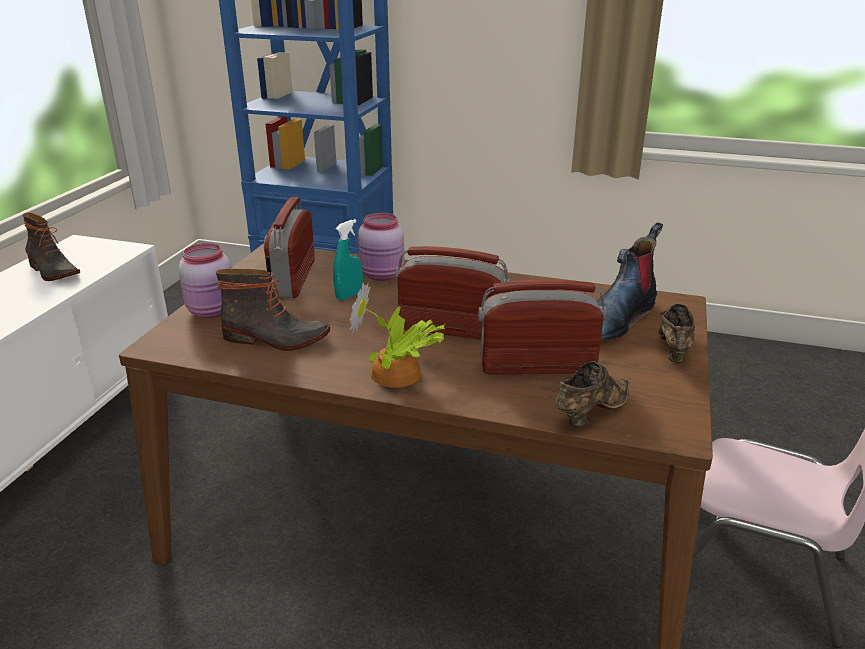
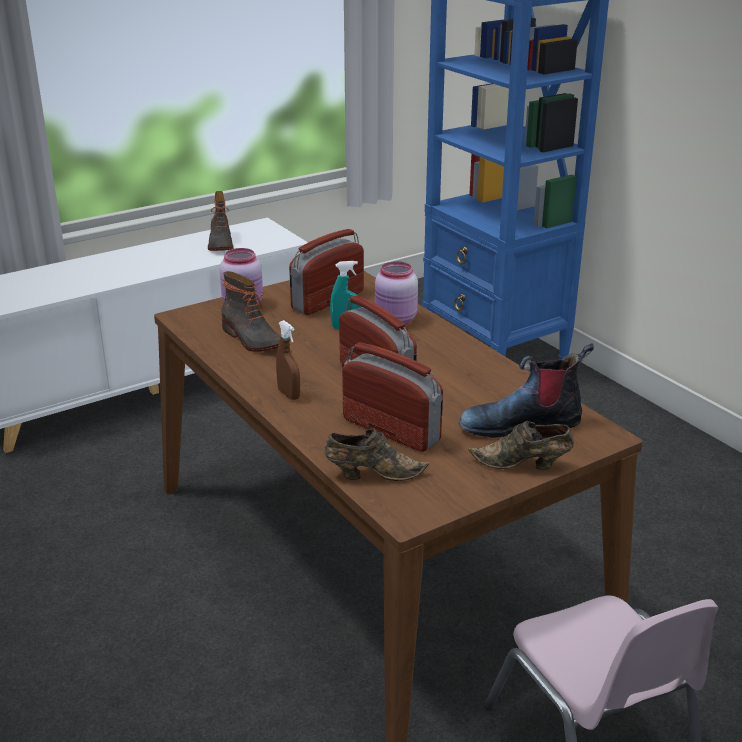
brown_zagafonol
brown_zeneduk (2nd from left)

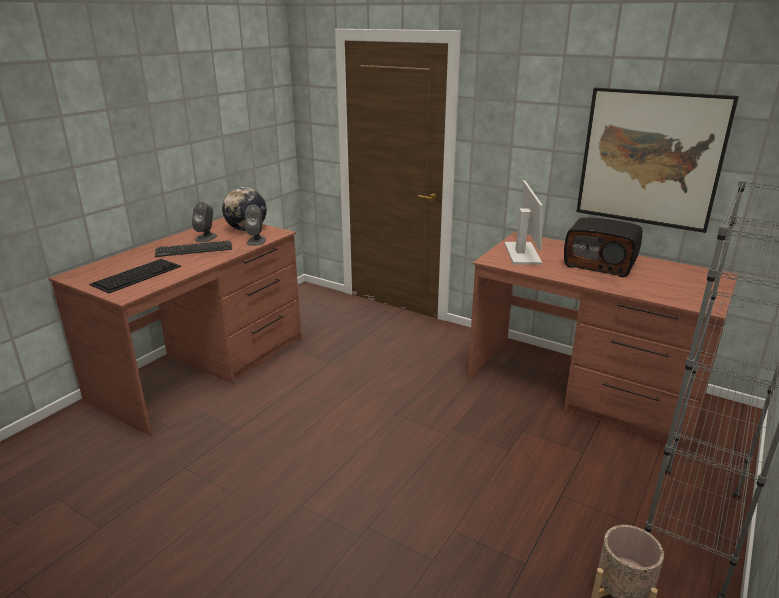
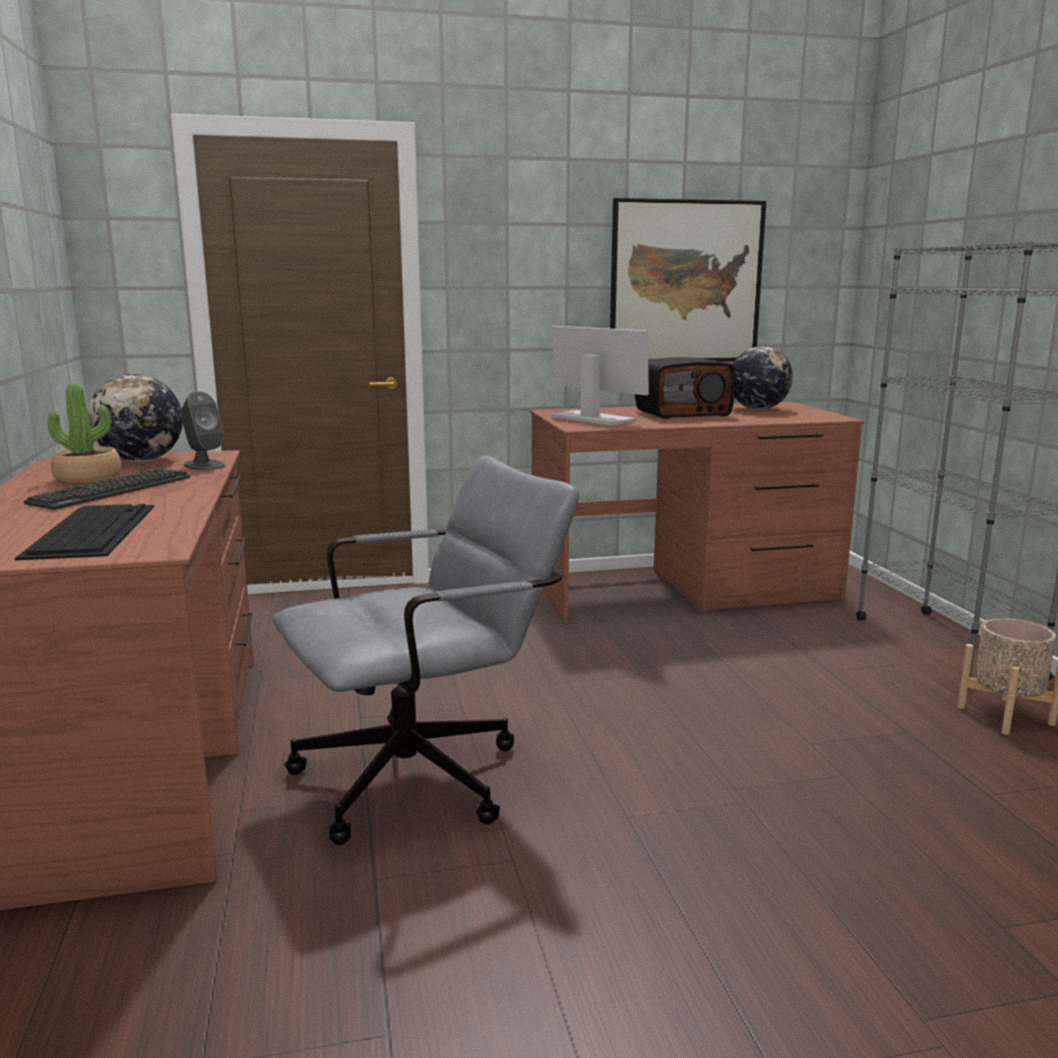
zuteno
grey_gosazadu
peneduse (2nd from left)

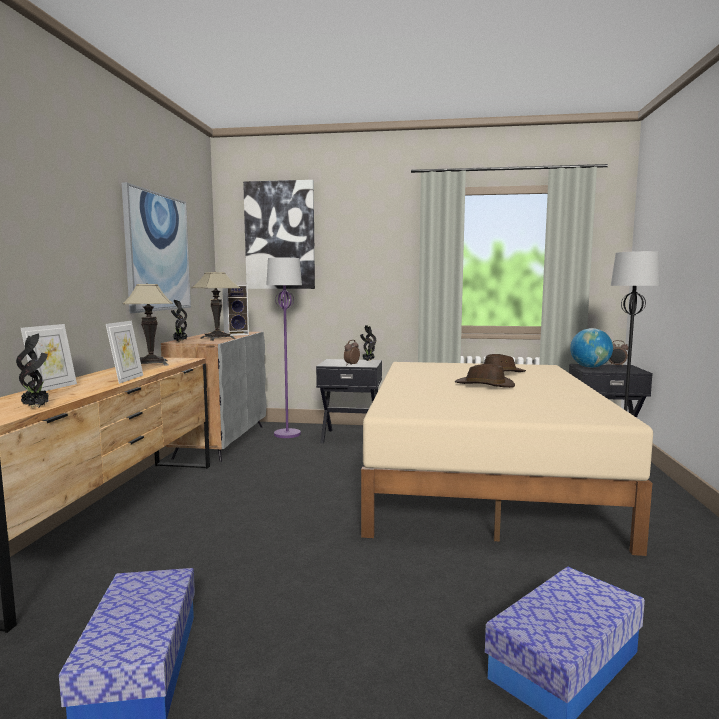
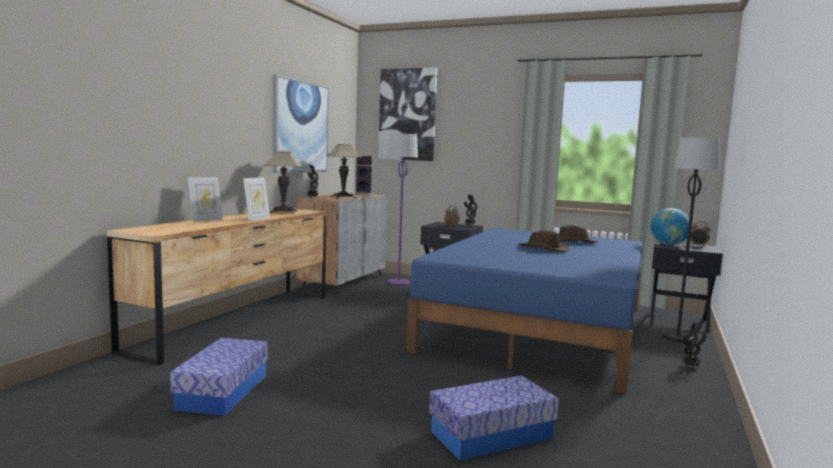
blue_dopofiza
zuteno (3rd from left)

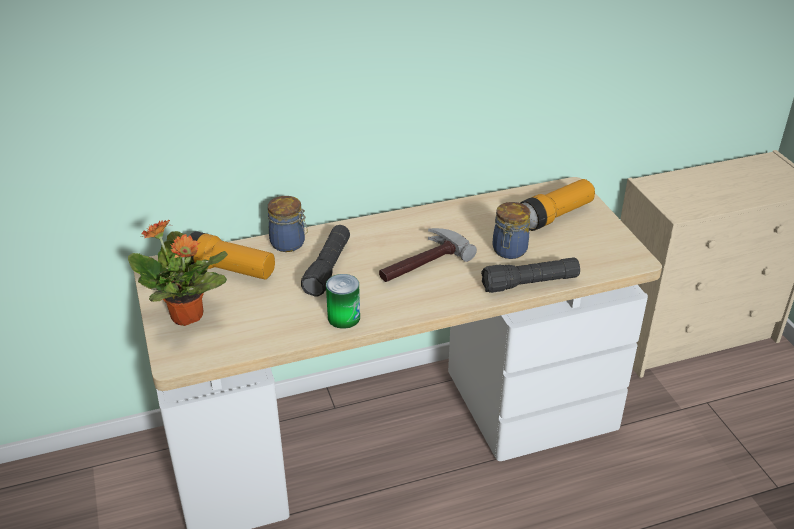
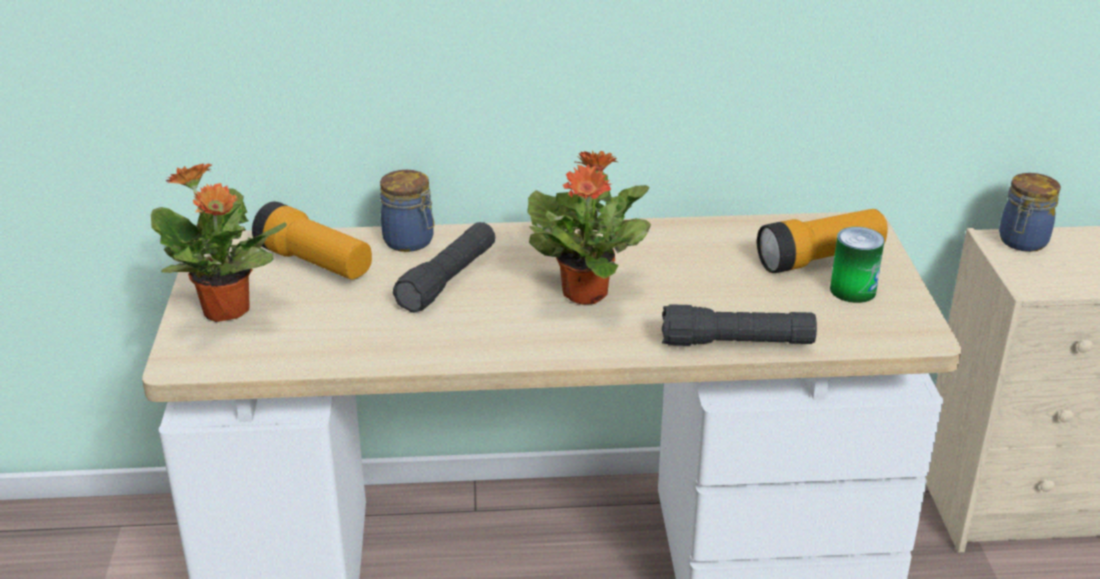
zuteno (2nd from left)
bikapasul
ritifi (2nd from left)

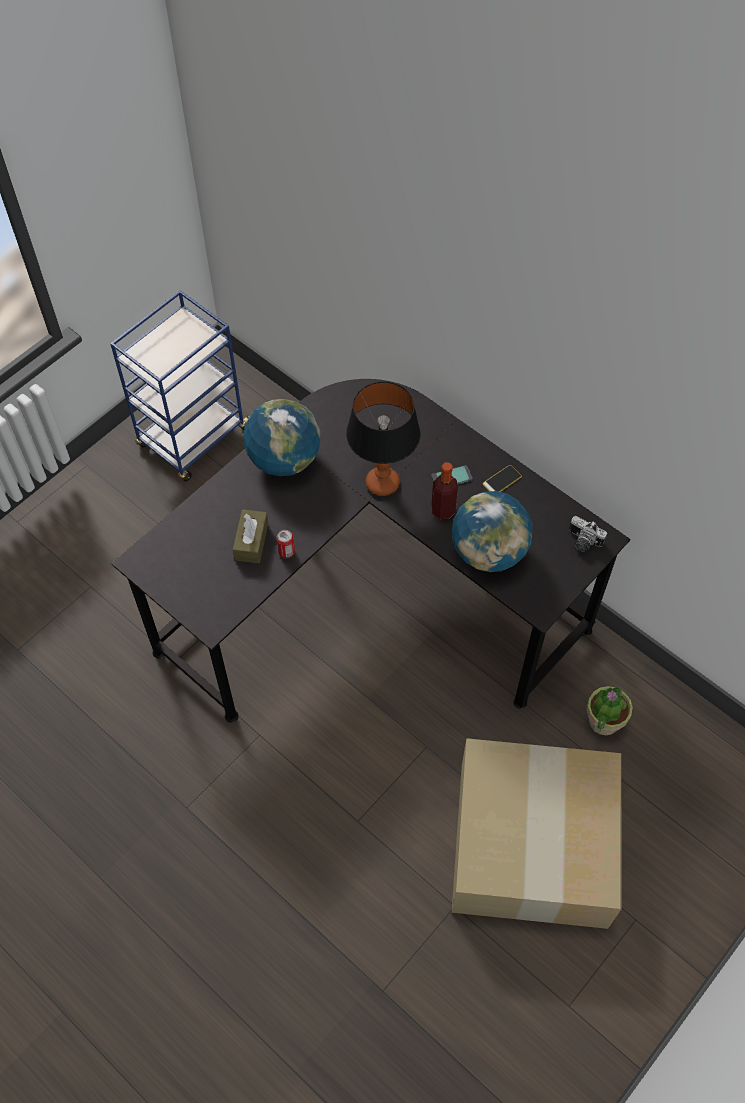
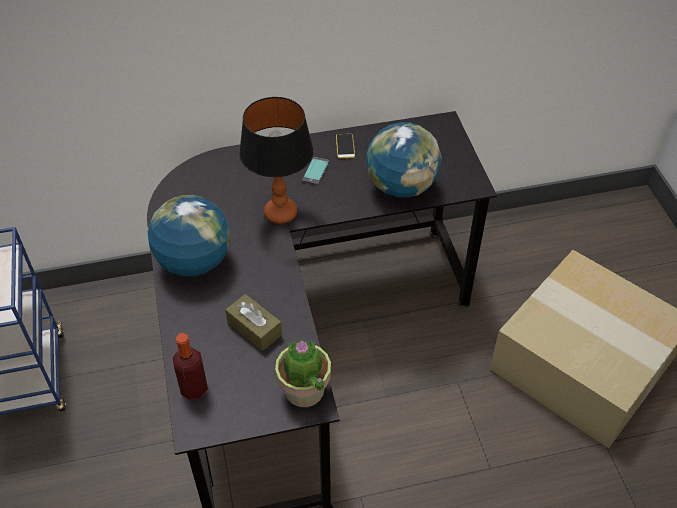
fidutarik
zuteno
bikapasul
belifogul

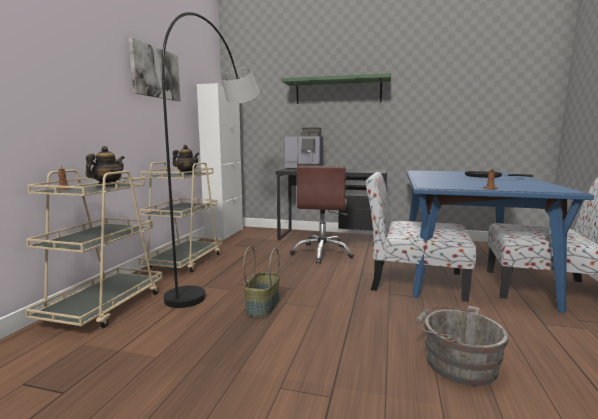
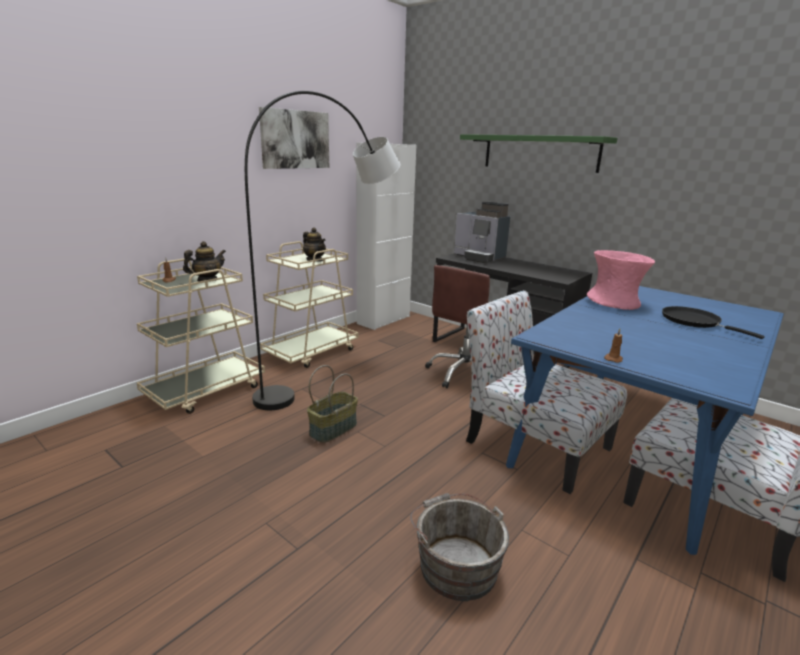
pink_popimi

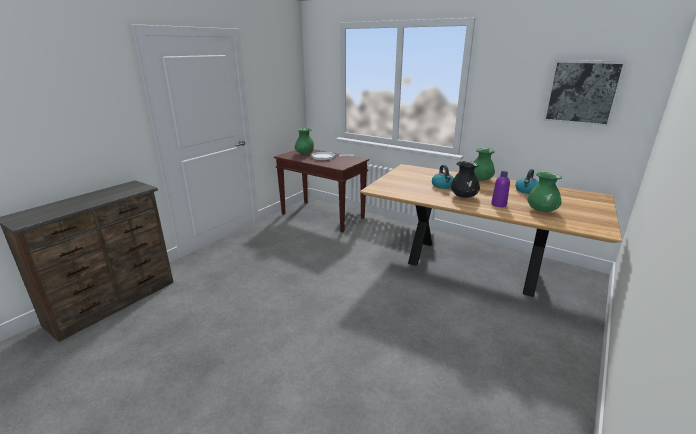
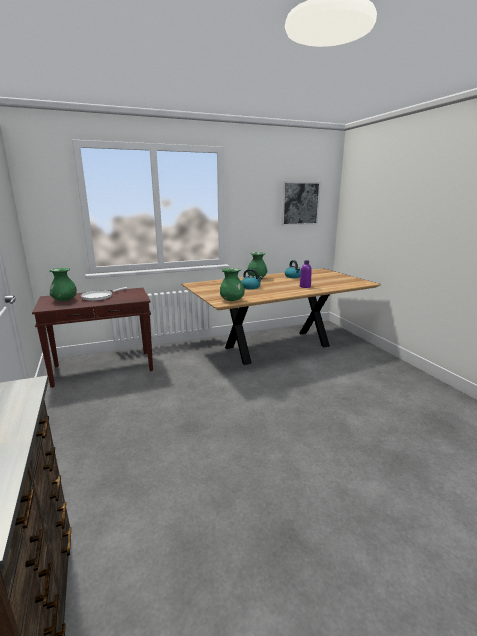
green_popimi (2nd from left)
black_popimi

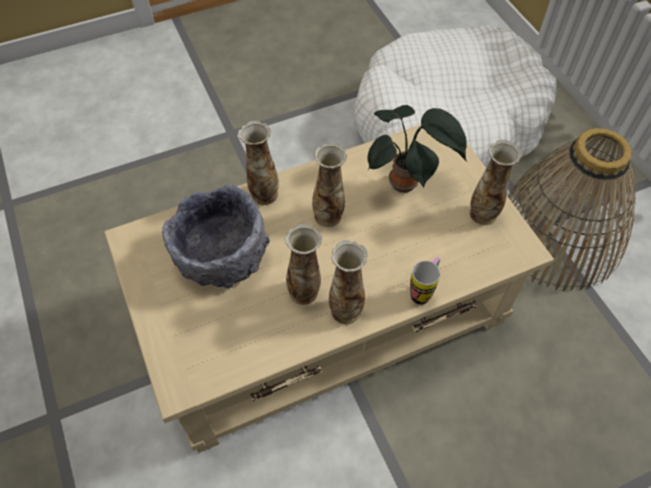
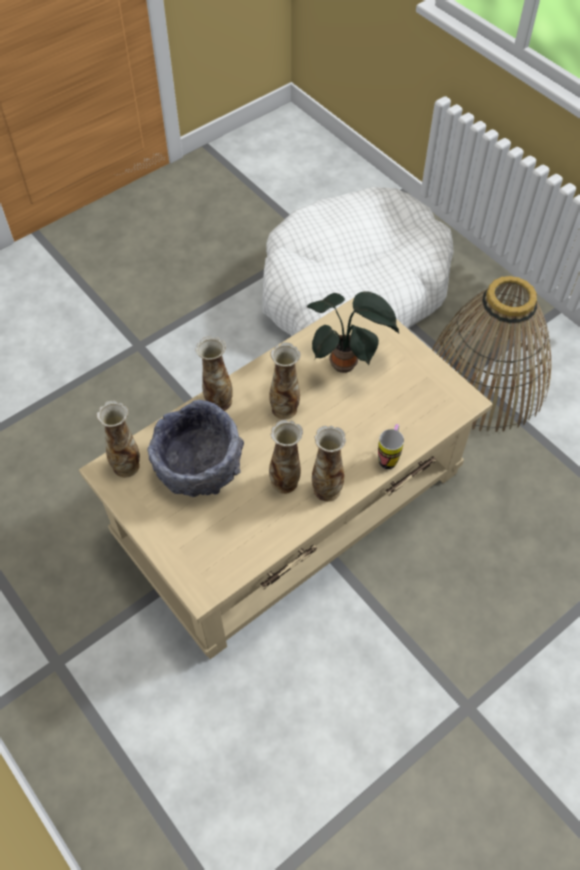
popimi (1st from left)

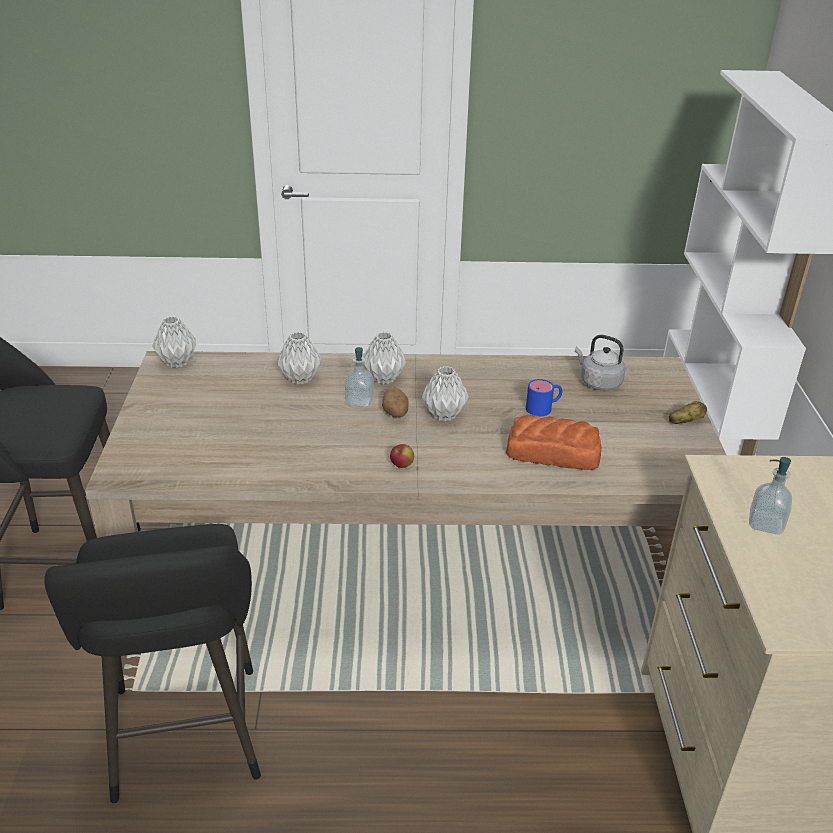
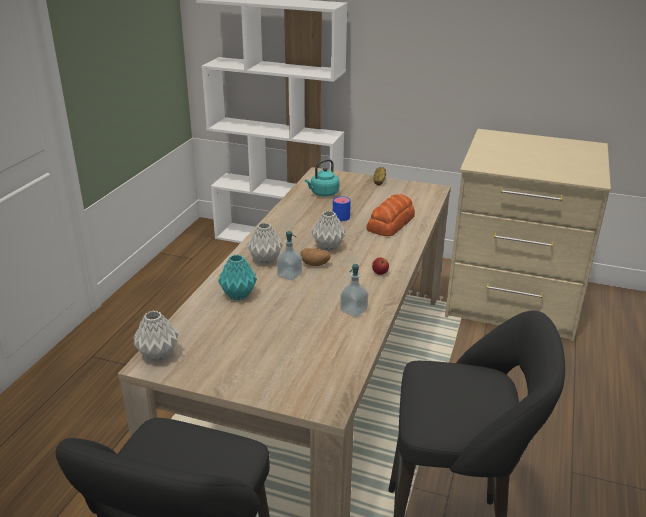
turquoise_popimi
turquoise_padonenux
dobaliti (2nd from left)

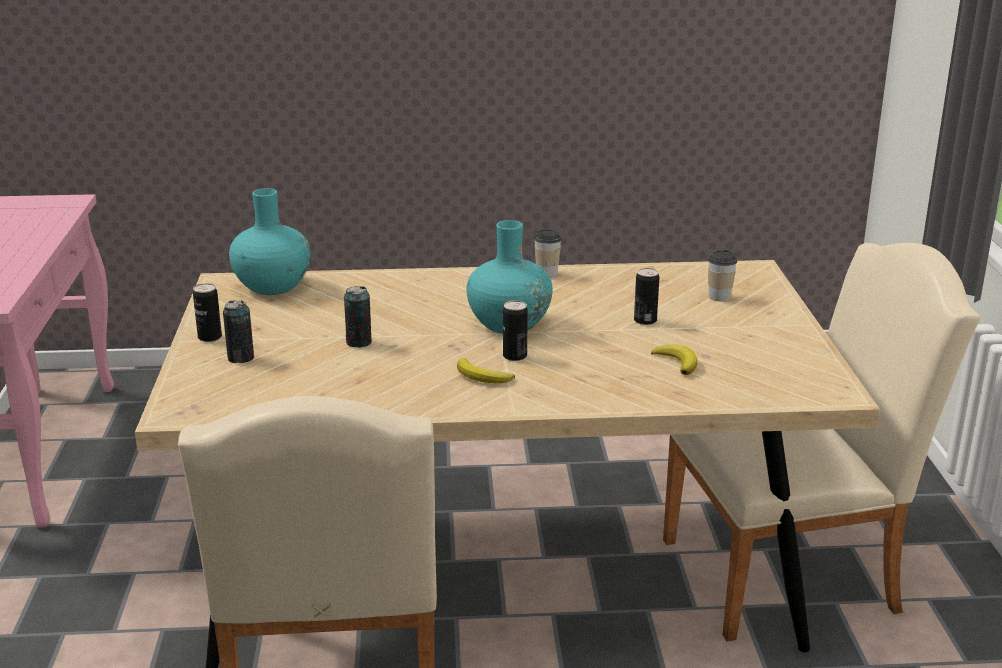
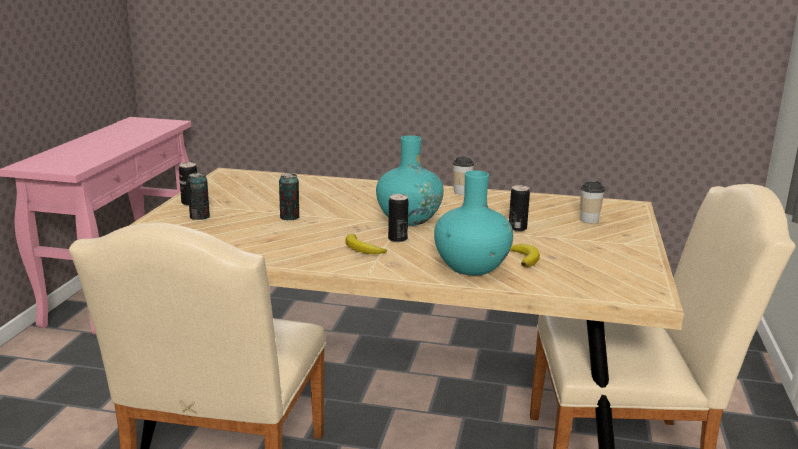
turquoise_popimi (2nd from left)

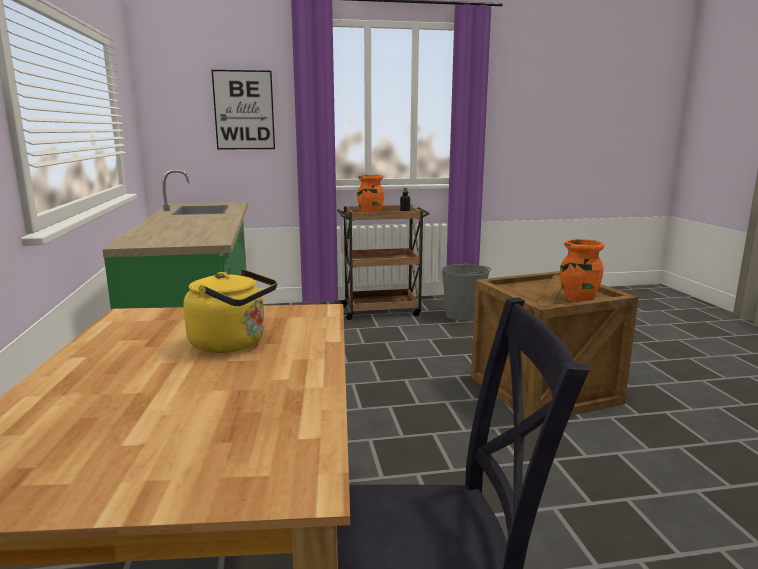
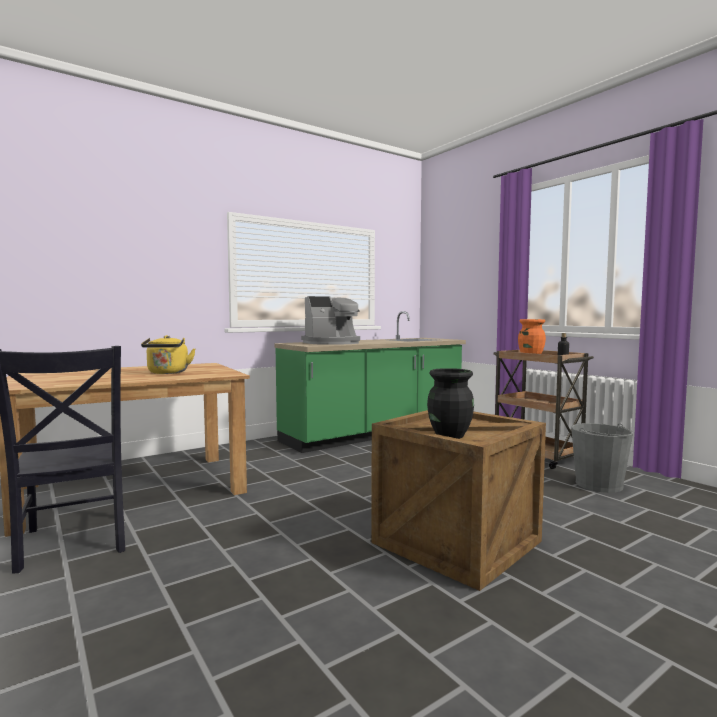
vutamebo
black_popimi
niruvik

